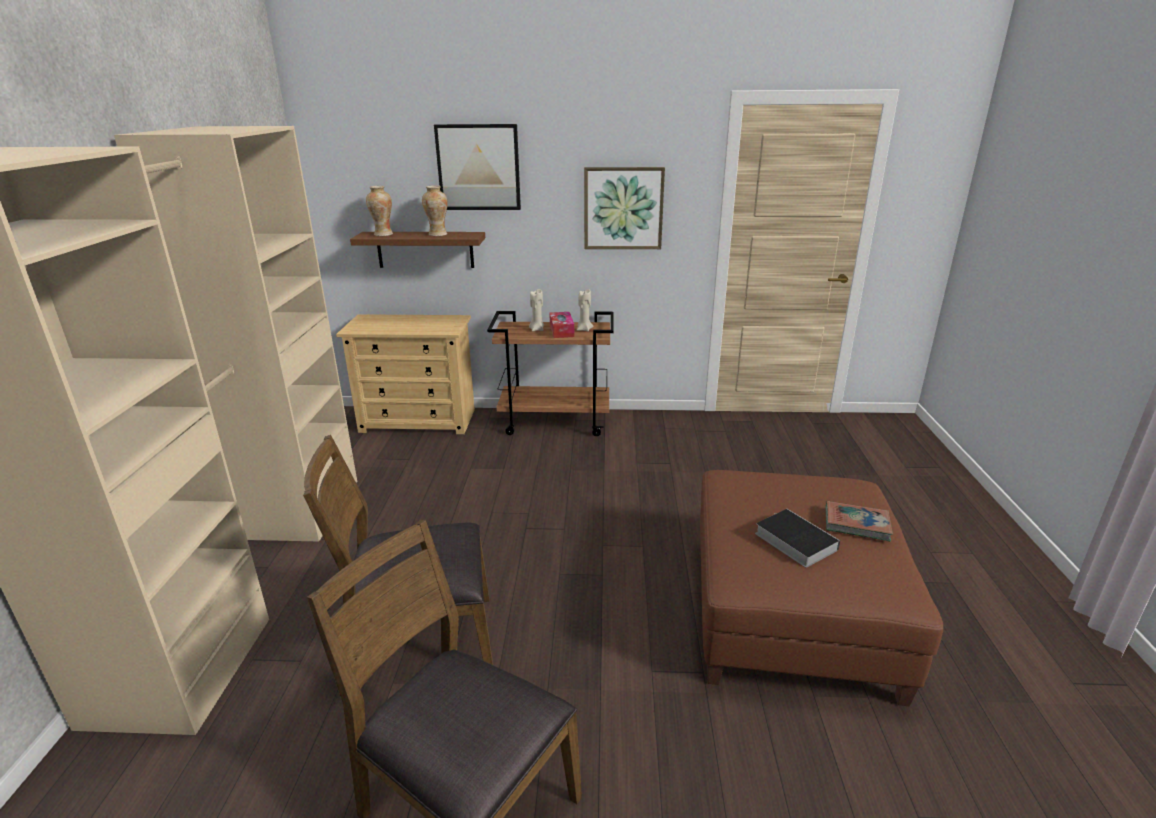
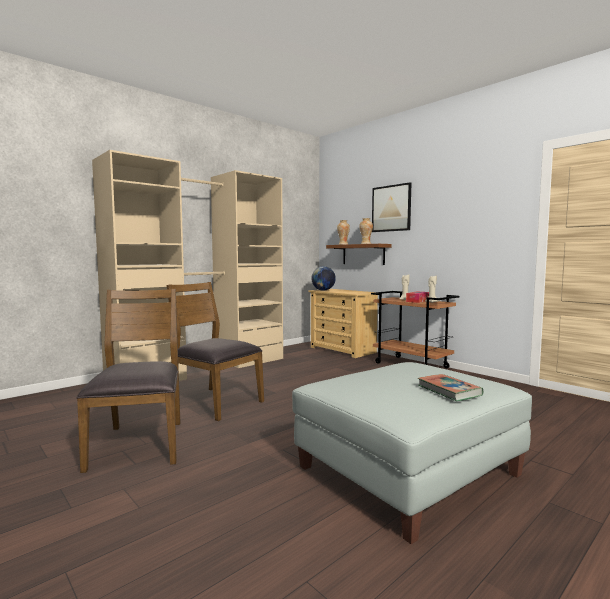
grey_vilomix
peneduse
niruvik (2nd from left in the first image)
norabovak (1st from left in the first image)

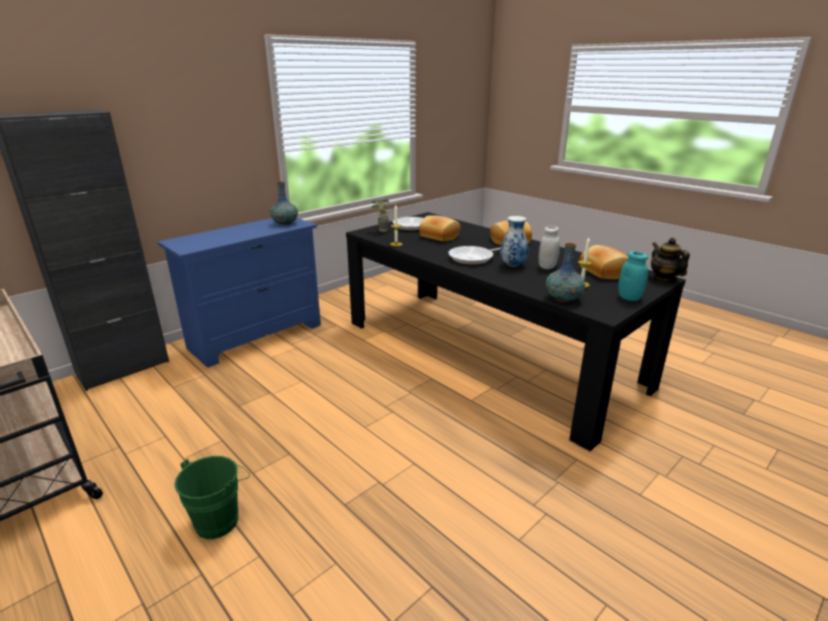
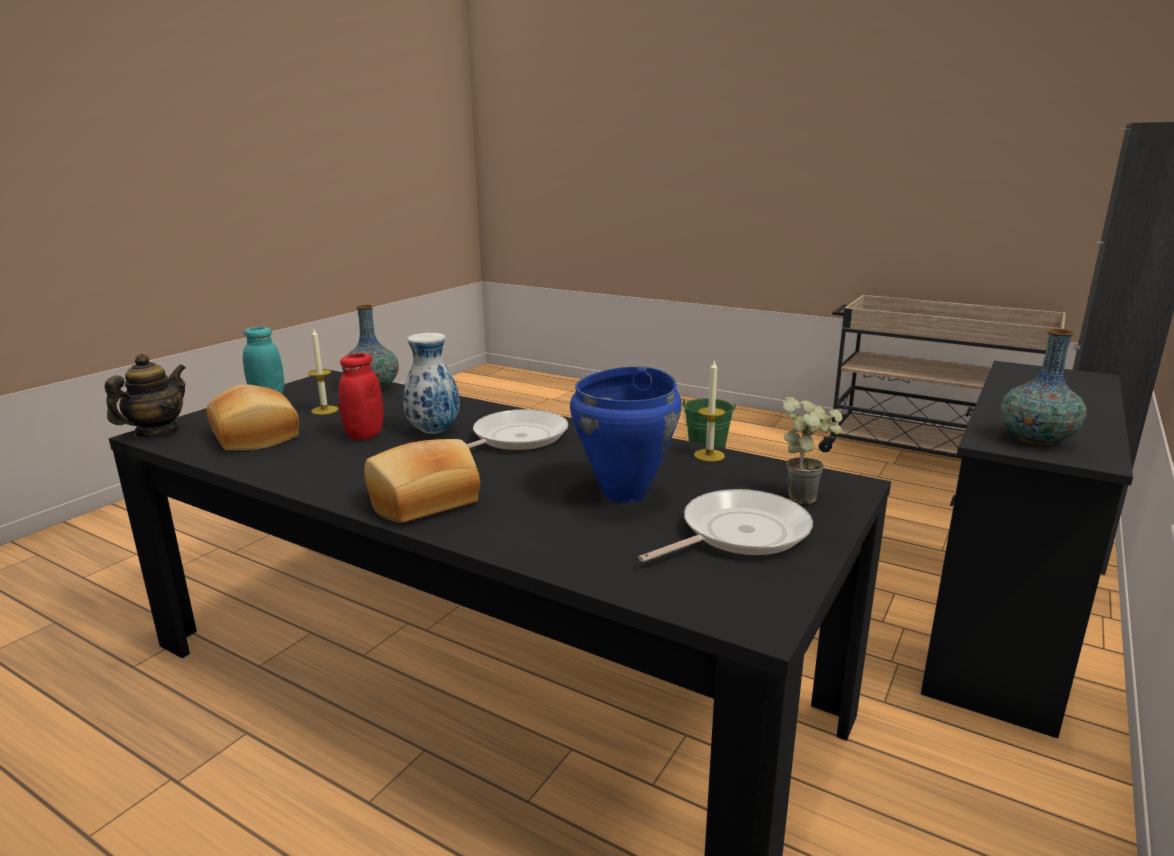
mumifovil
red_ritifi
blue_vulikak
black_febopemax

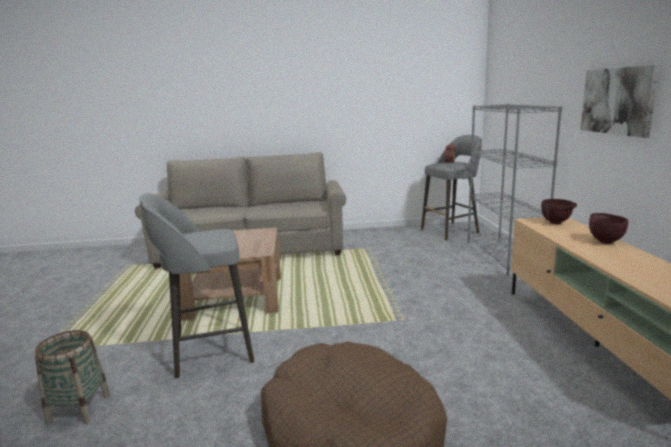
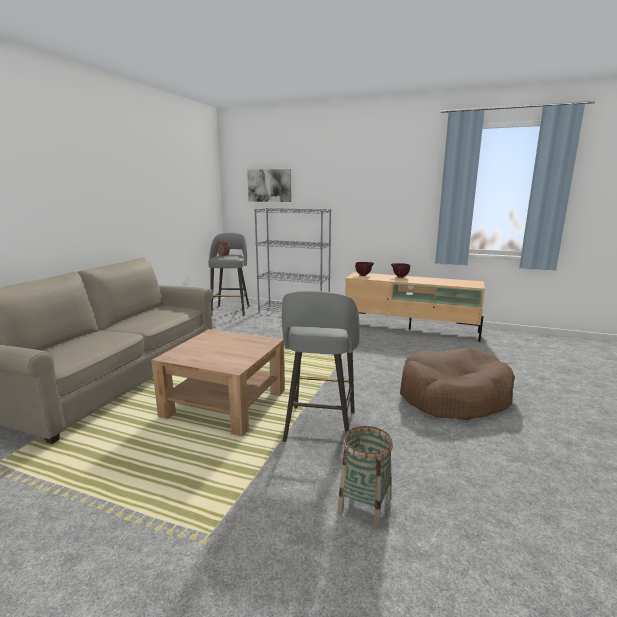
niruvik

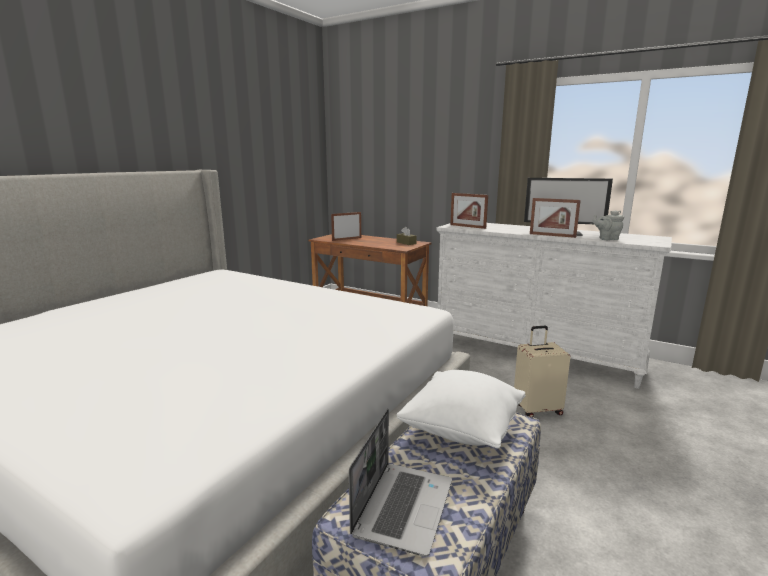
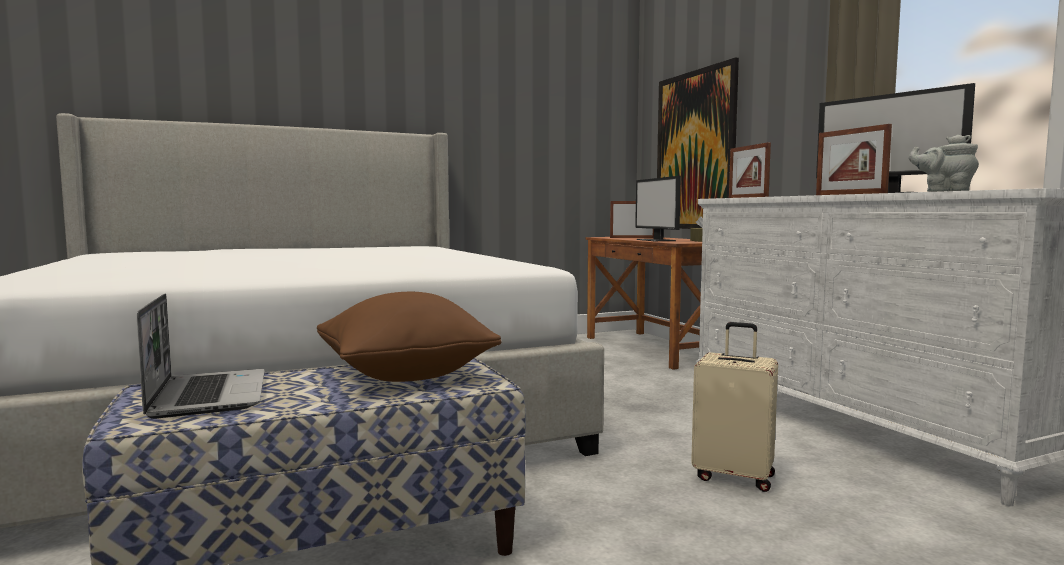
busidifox
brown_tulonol
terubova (1st from left)
niruvik

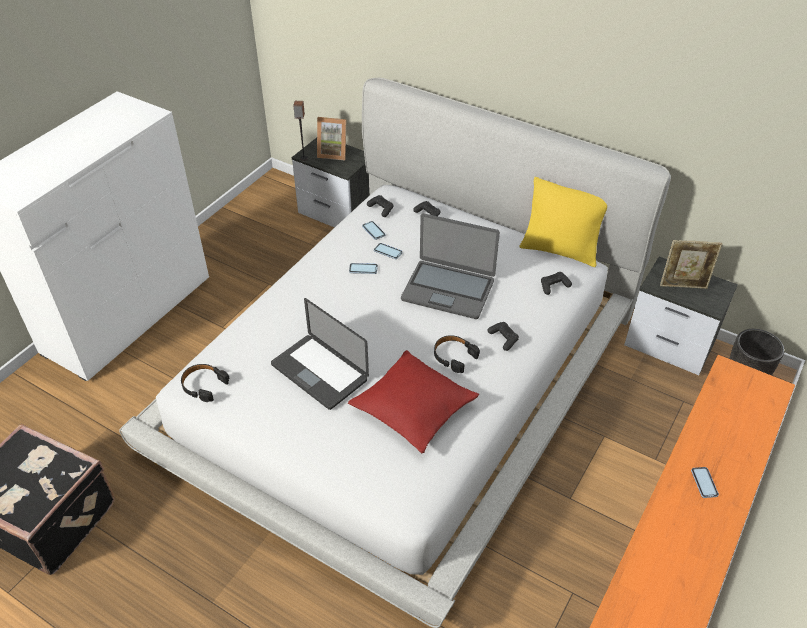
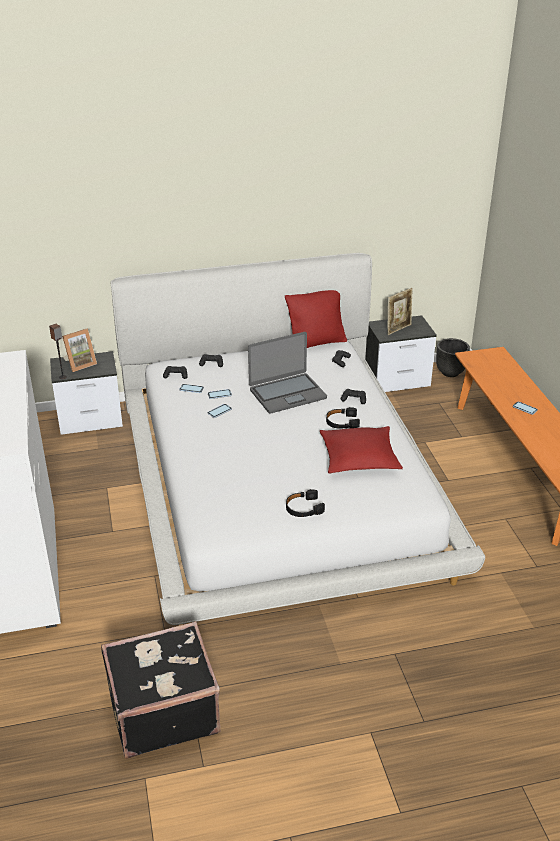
red_tulonol (1st from left)
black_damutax (1st from left)
busidifox (1st from left in the first image)

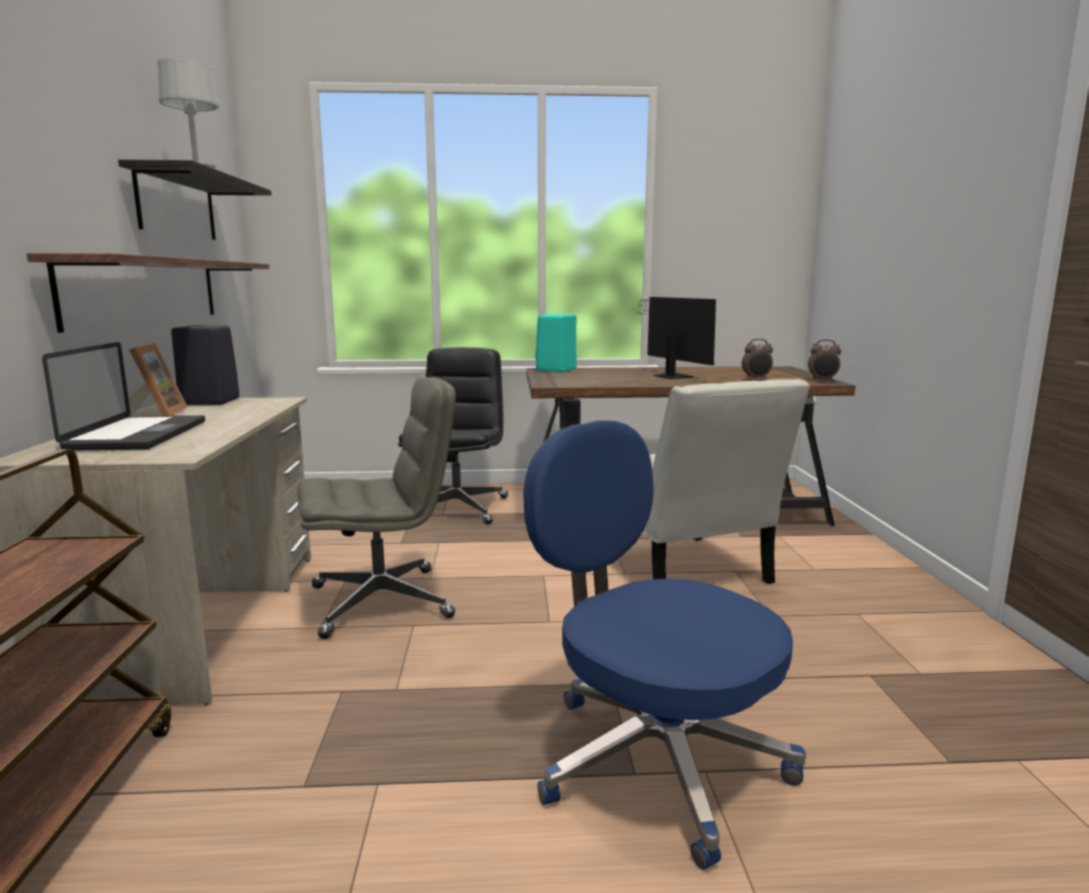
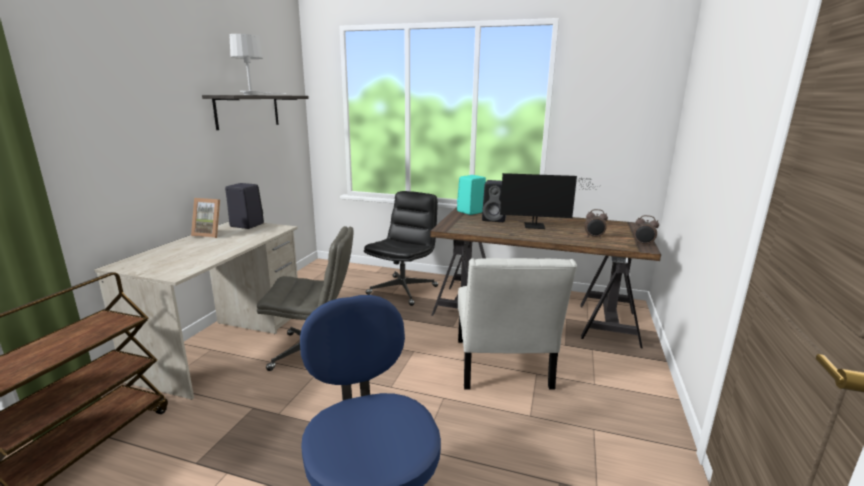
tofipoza
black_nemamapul (2nd from left)
terubova
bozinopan (1st from left in the first image)
busidifox

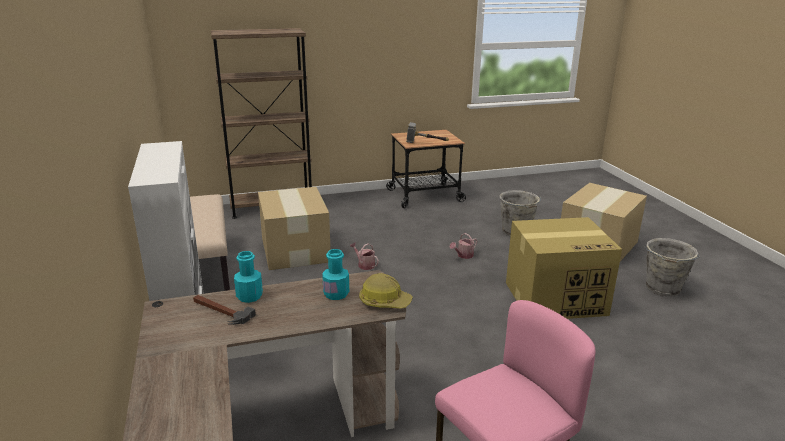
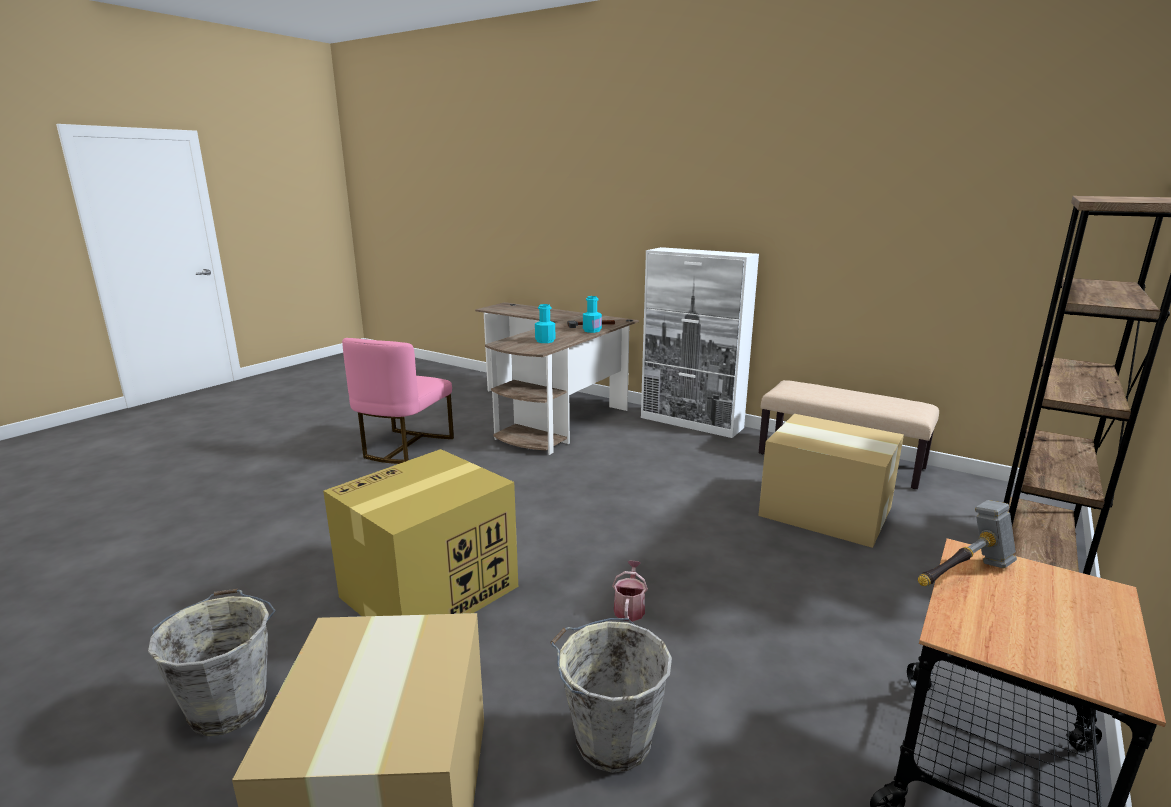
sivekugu (1st from left in the first image)
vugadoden

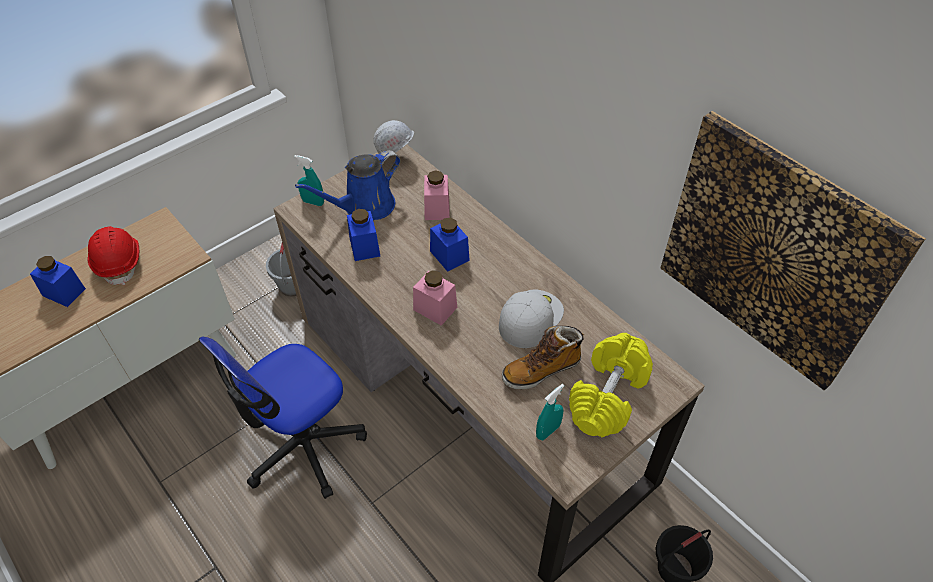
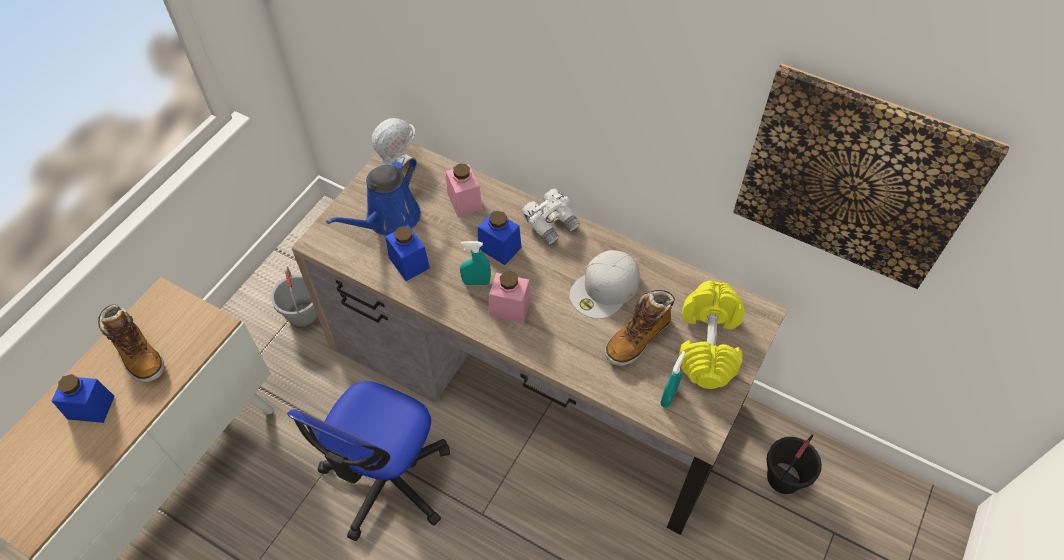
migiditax (1st from left)
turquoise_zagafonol (1st from left)
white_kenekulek
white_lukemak

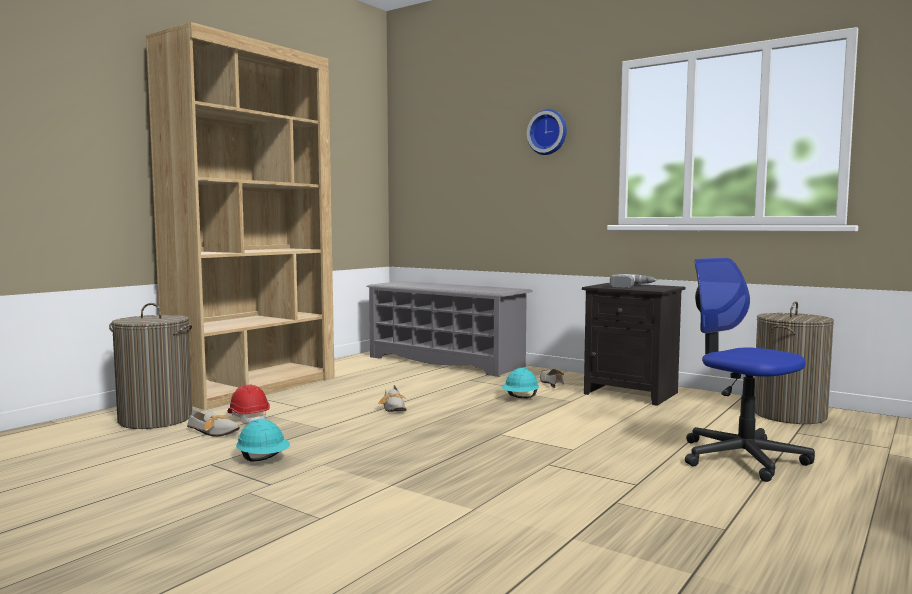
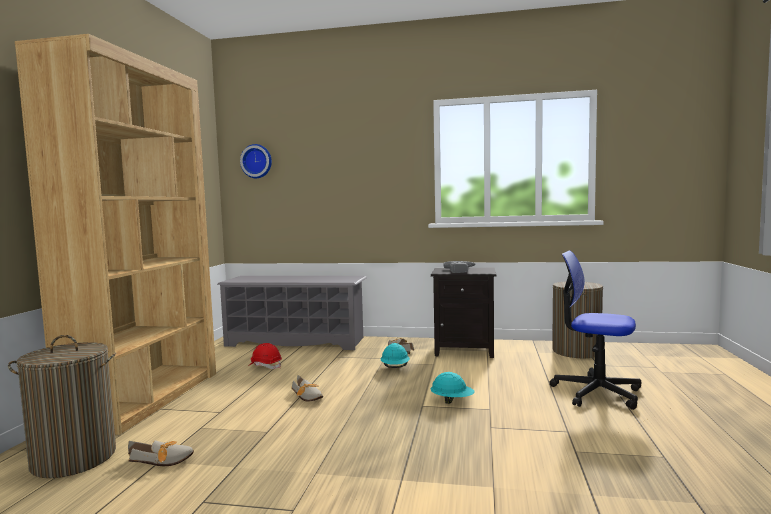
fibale
red_vugadoden
turquoise_vugadoden (2nd from left)

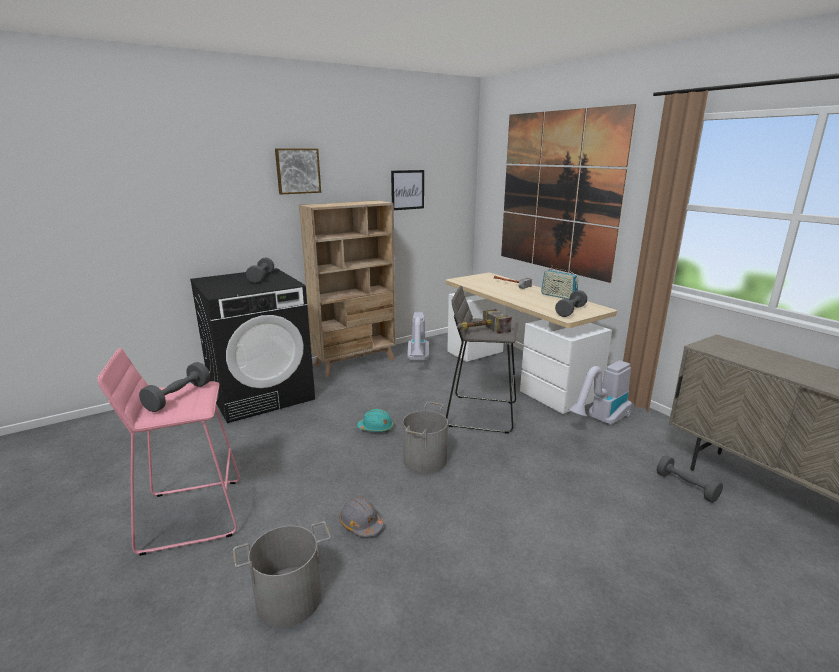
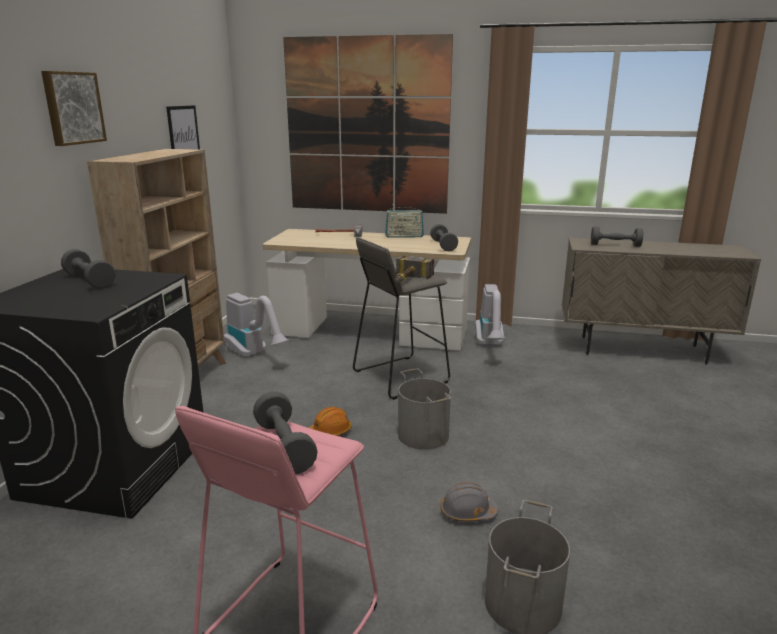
orange_vugadoden
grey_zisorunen (4th from left)

